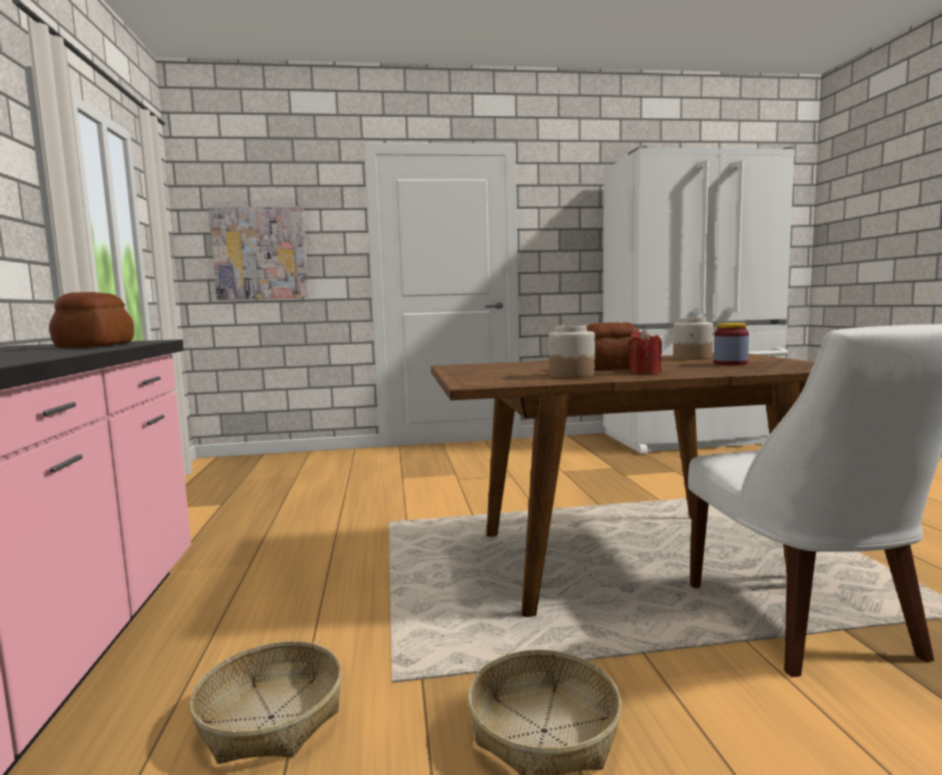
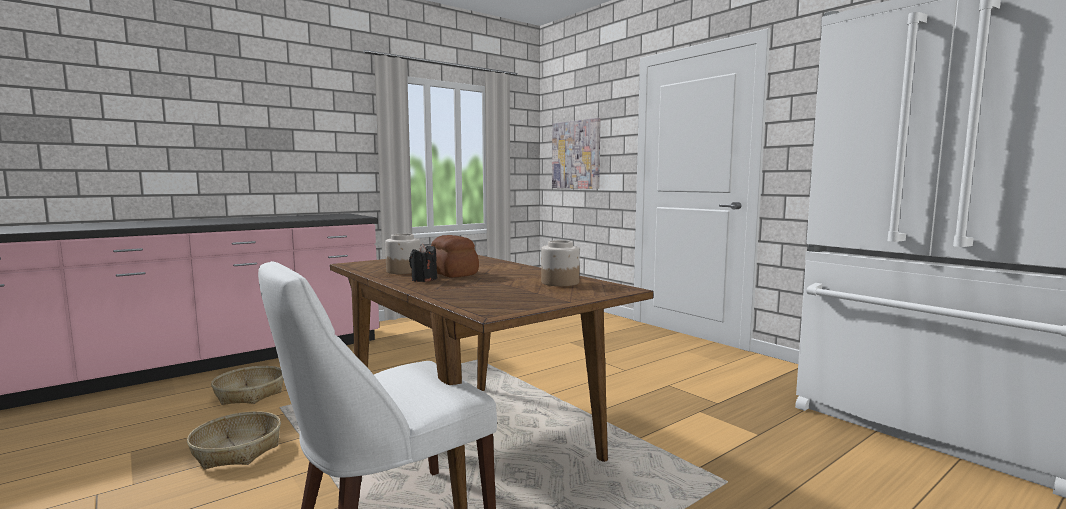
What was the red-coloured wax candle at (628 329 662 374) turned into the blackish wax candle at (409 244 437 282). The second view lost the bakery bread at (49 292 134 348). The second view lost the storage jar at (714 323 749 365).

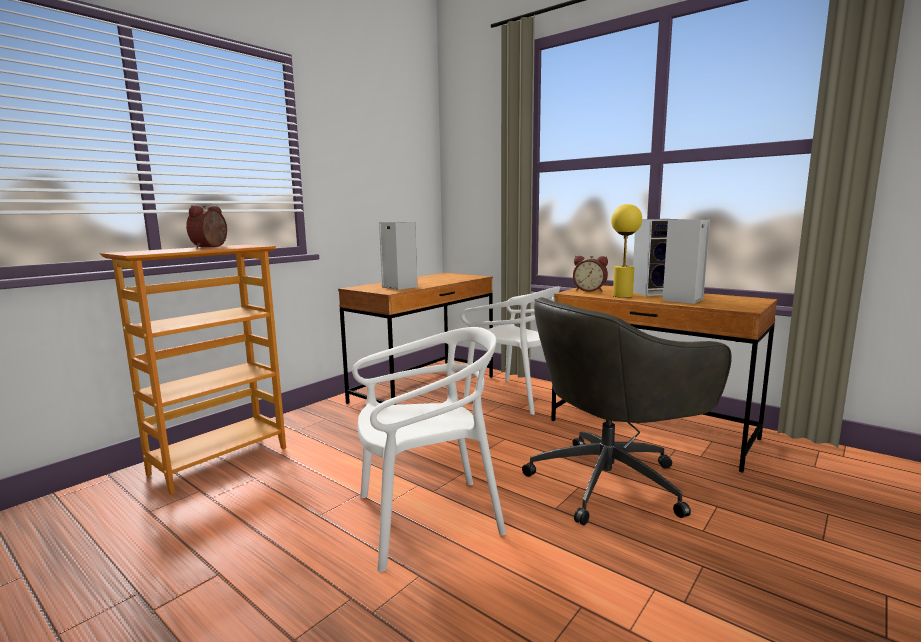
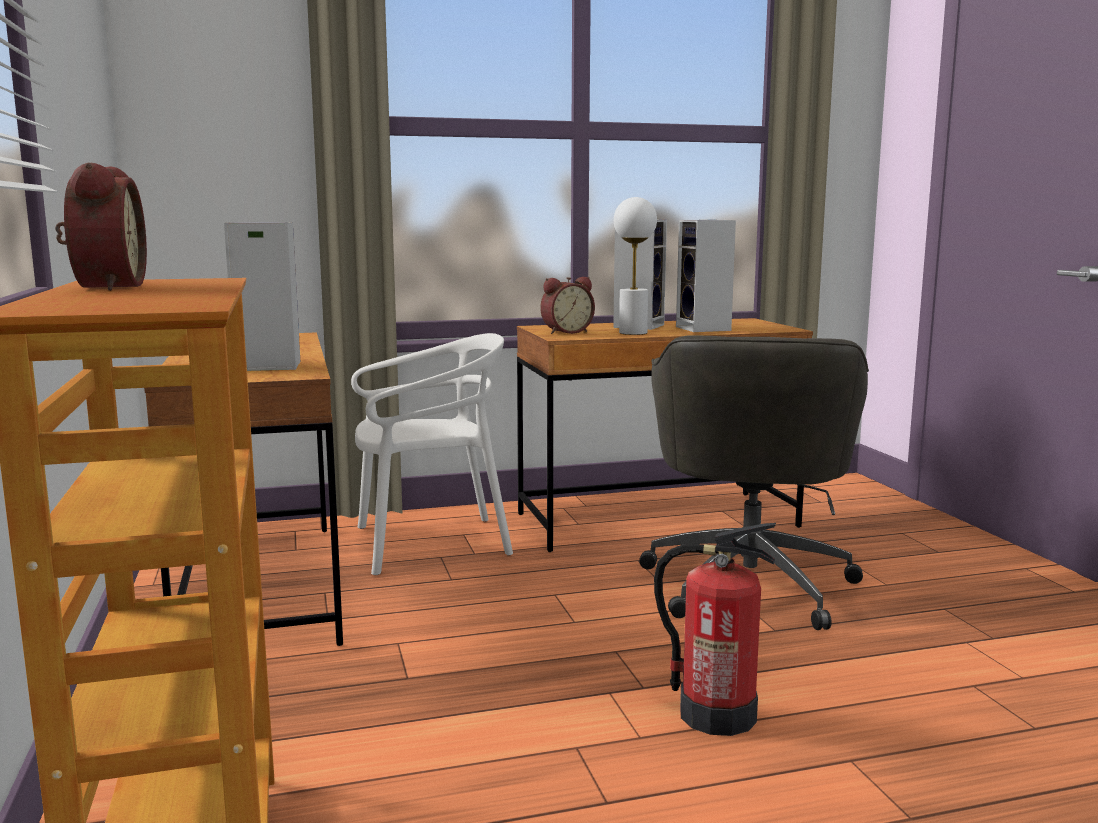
The bedside clock at (186 205 227 248) ended up facing another way, 150 degrees counterclockwise from before. What was the yellow lamp for a table at (611 204 642 298) turned into the whitish lamp for a table at (614 197 657 335). Where the whitish upright chair stood at (352 327 506 572), the extinguisher came to stand at (654 523 776 736).

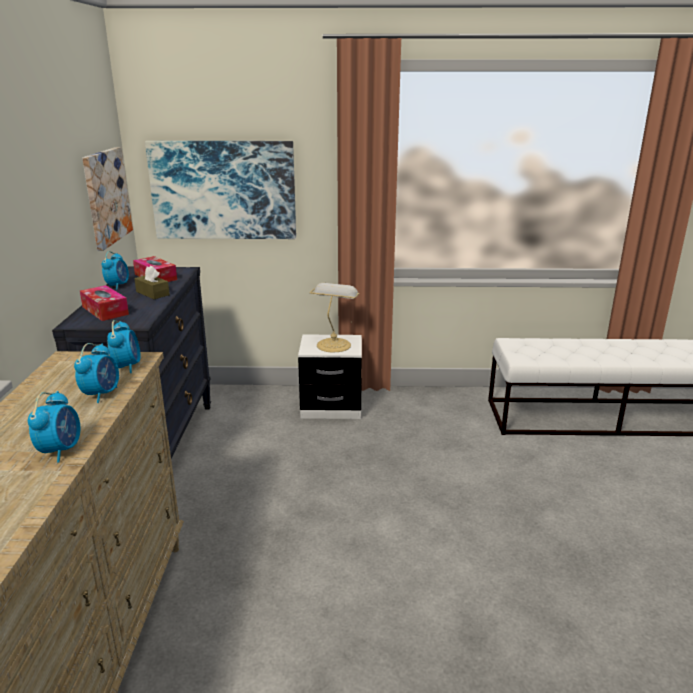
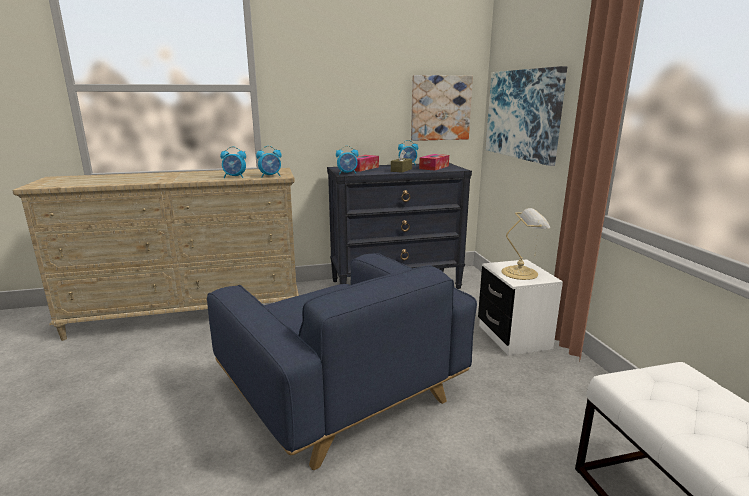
The second view gained the bluish easy chair at (207 253 477 470). The bedside clock ended up elsewhere, having gone from (28 391 80 462) to (336 146 359 175).

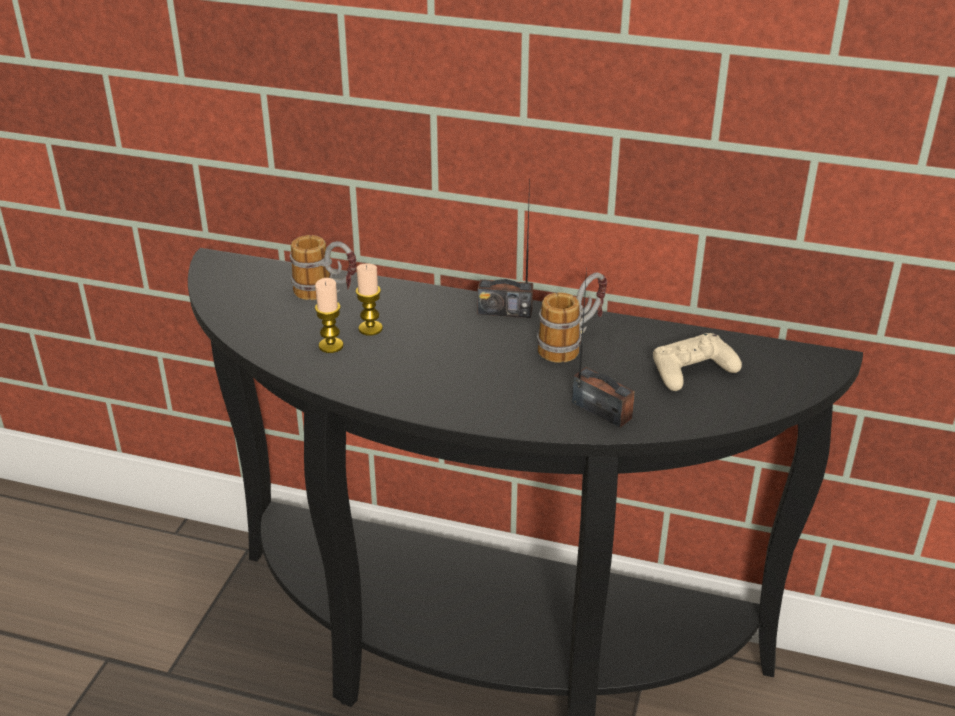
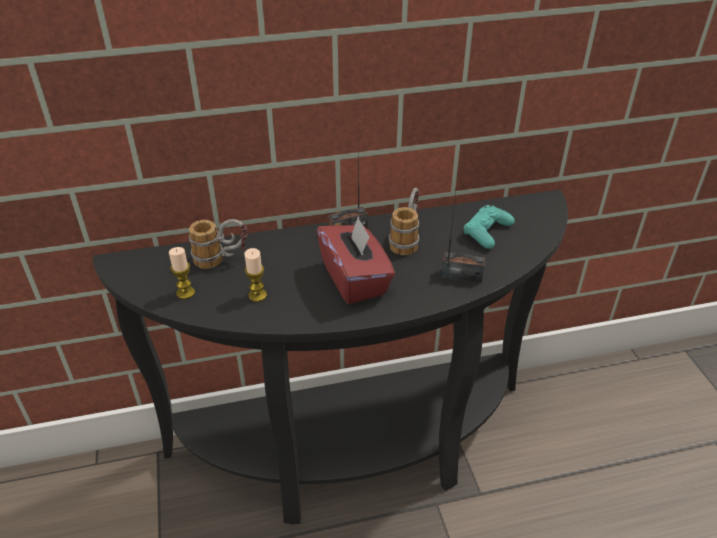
The wax candle ended up elsewhere, having gone from (355 263 383 336) to (169 247 195 299). The second view gained the red-coloured box of tissues at (317 216 395 304). What was the beige-coloured joypad at (653 333 742 391) turned into the blue-green joypad at (464 205 515 249).

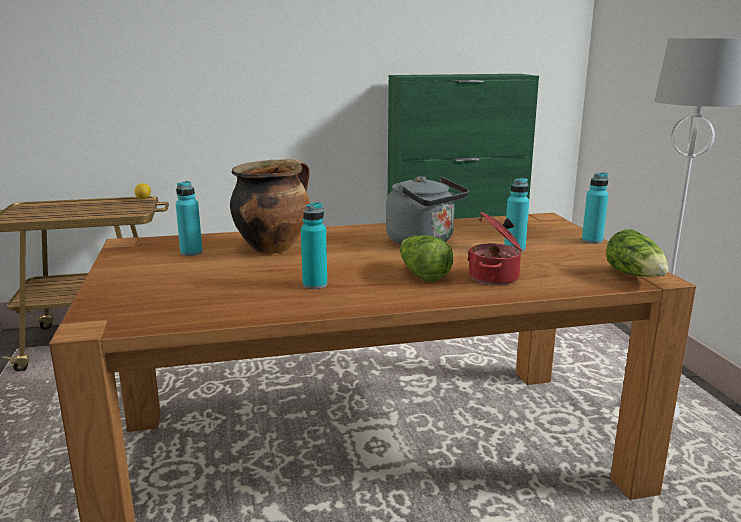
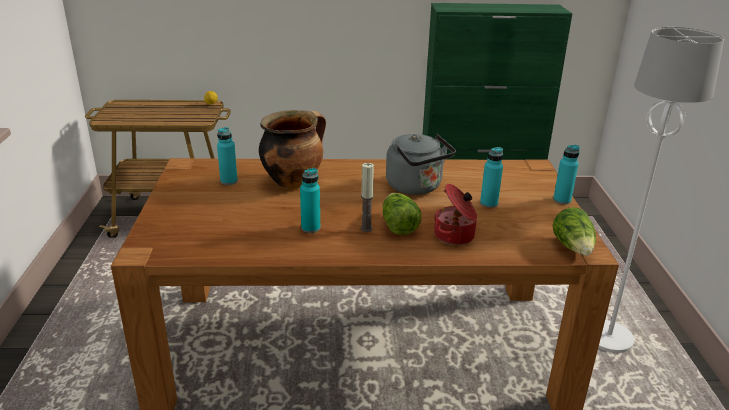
The second view gained the wax candle at (360 163 374 232).

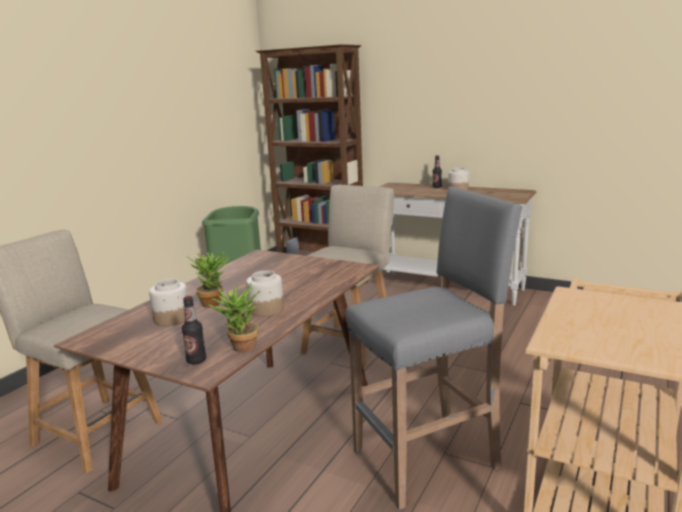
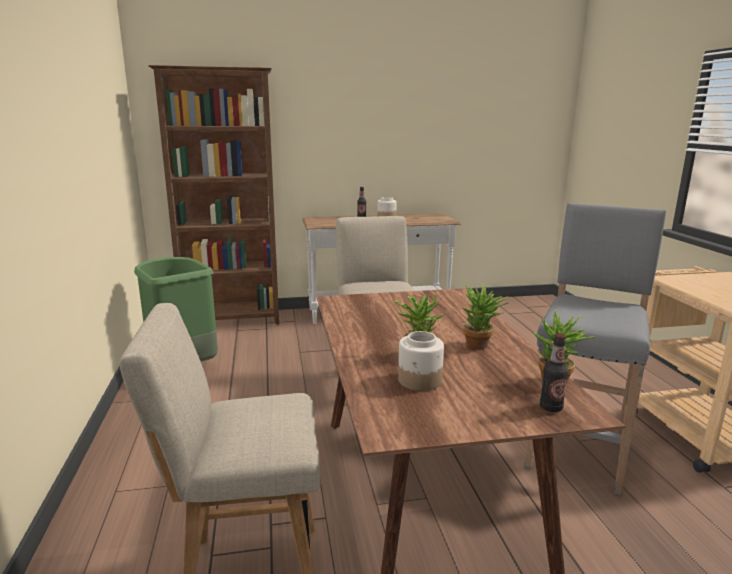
Where the storage jar stood at (246 270 284 317), the houseplant came to stand at (463 284 510 349).

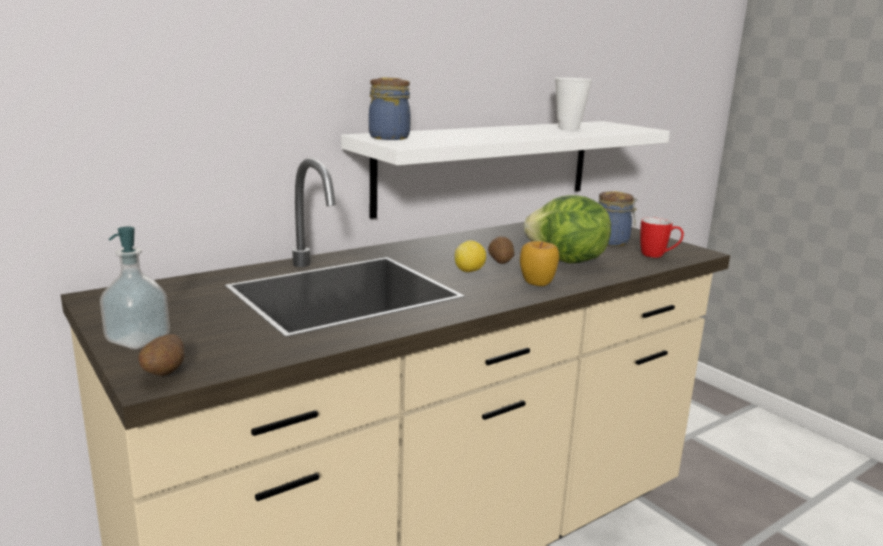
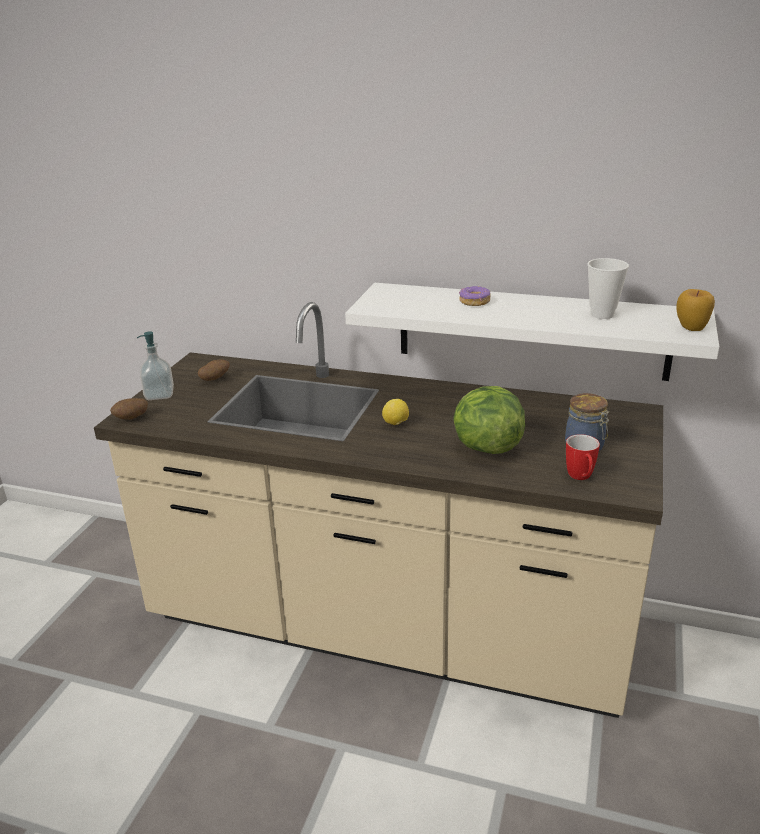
The spud ended up elsewhere, having gone from (488 236 514 264) to (198 360 230 381). The second view gained the donut at (459 286 490 306). The apple fruit ended up elsewhere, having gone from (520 241 559 286) to (676 289 715 331). The second view lost the storage jar at (369 78 411 140).

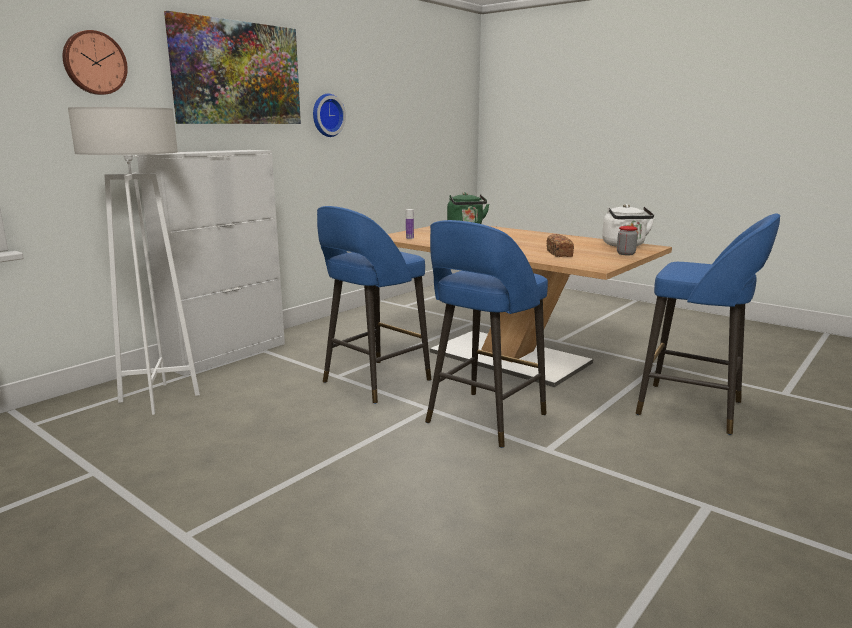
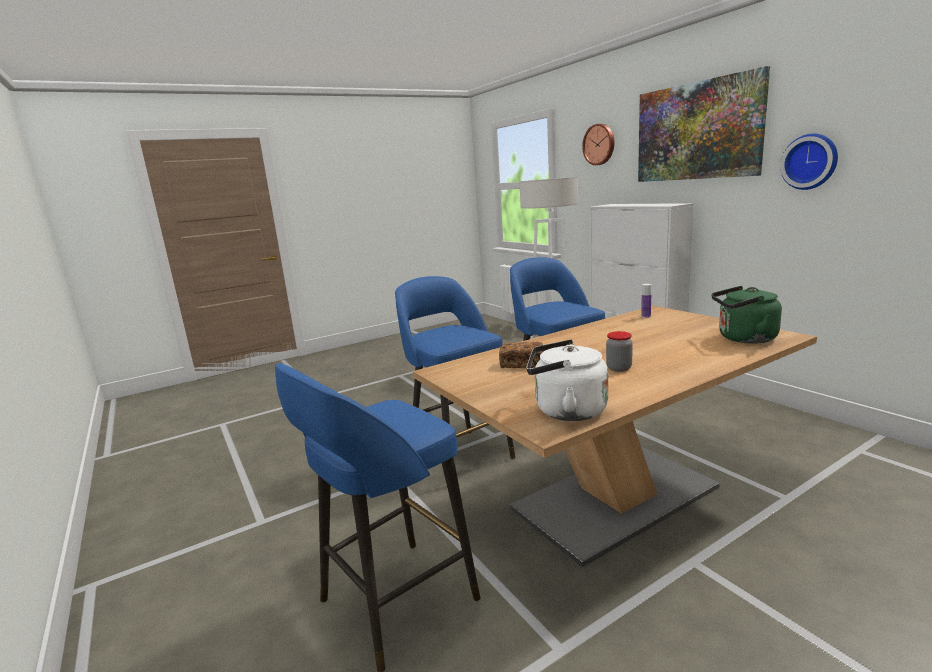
The storage jar ended up elsewhere, having gone from (617 226 638 255) to (606 331 633 372).

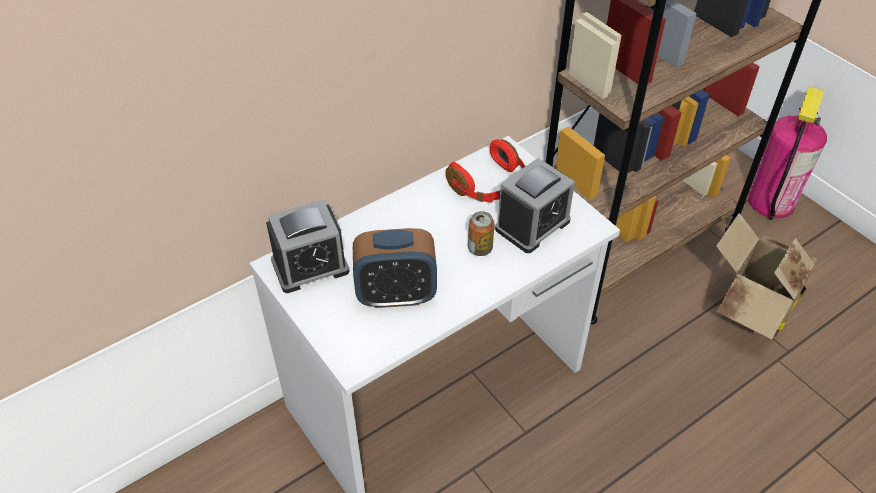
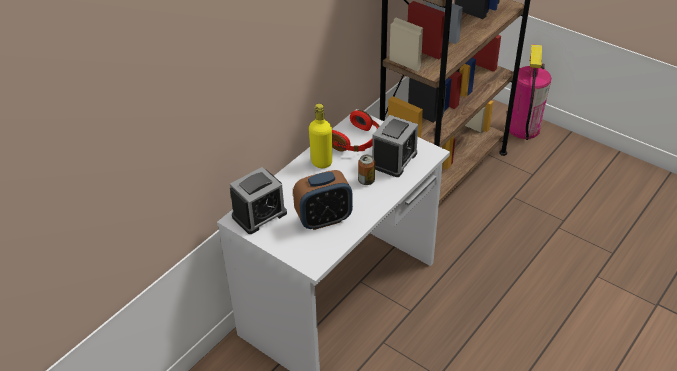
The second view gained the yellow bottle at (309 104 332 168). The second view lost the carton at (716 213 818 339).

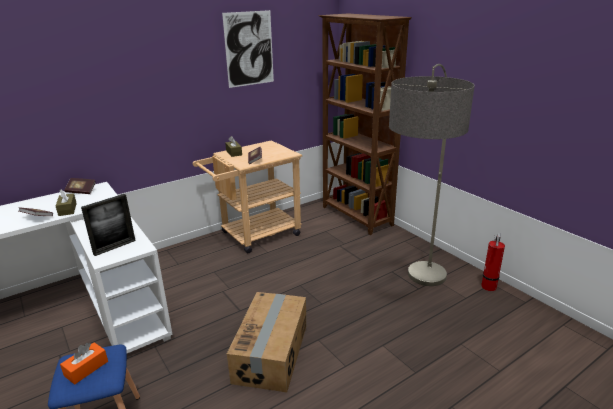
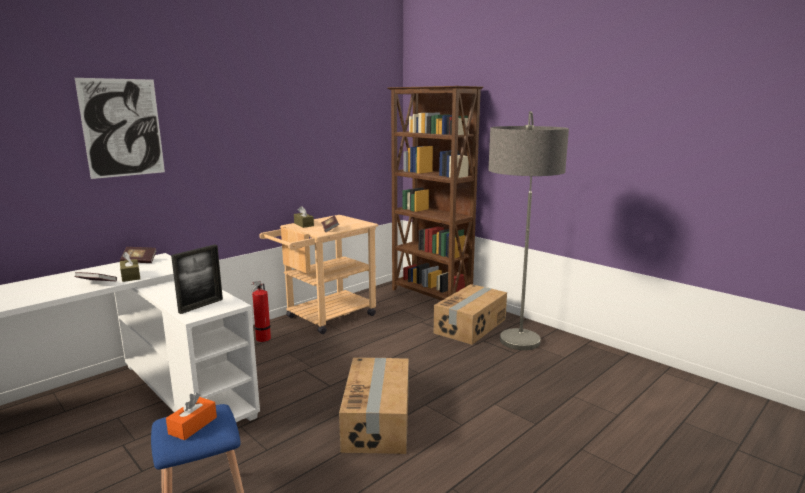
The picture ended up elsewhere, having gone from (222 10 274 88) to (75 78 165 179). The extinguisher ended up elsewhere, having gone from (481 233 505 291) to (251 281 271 342). The second view gained the carton at (434 284 507 345).

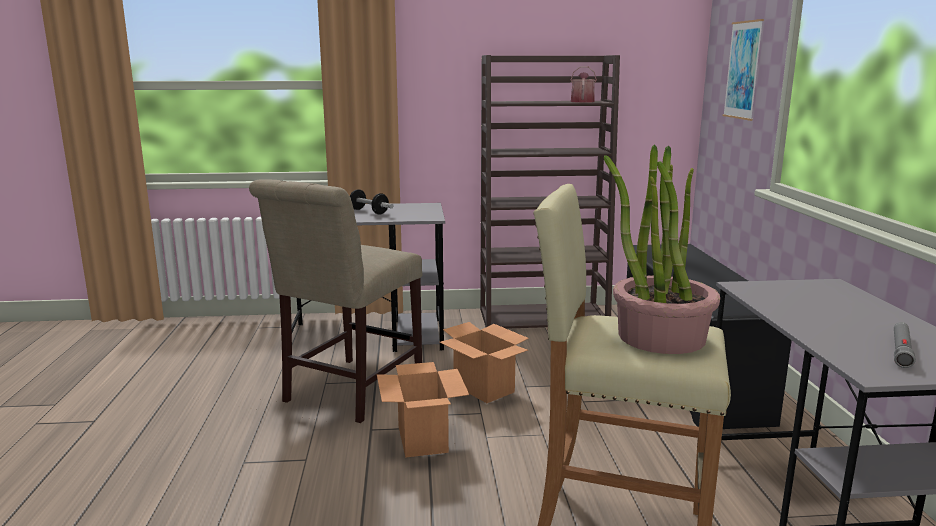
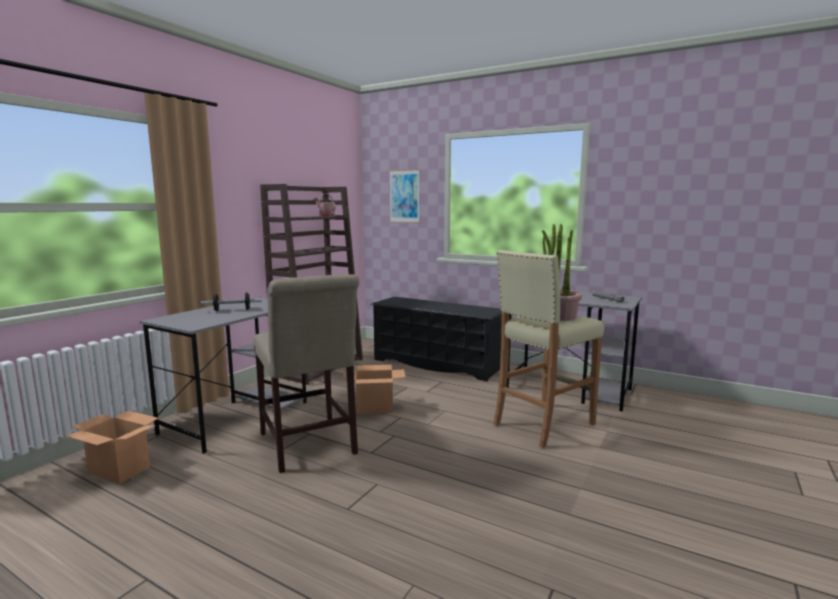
The carton ended up elsewhere, having gone from (377 362 469 458) to (65 411 159 484).

